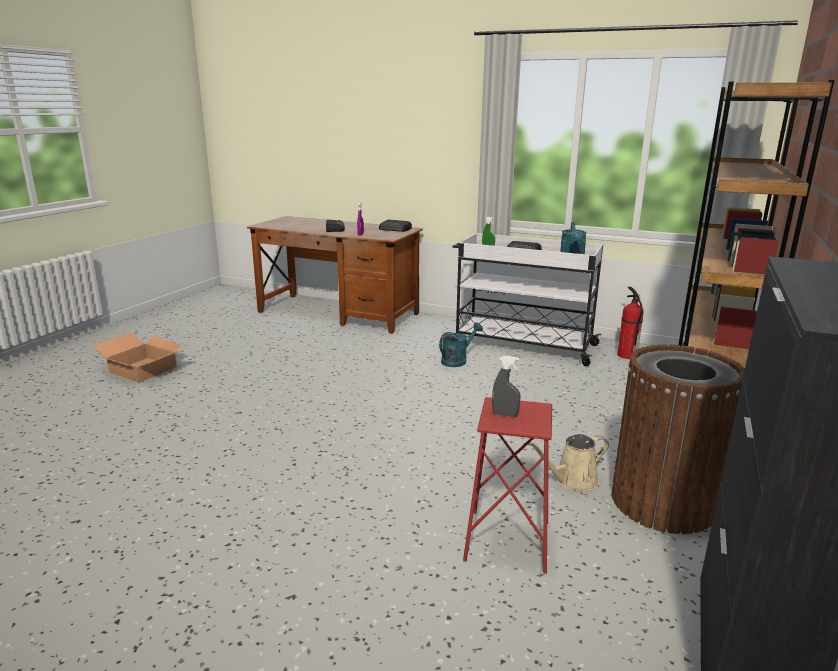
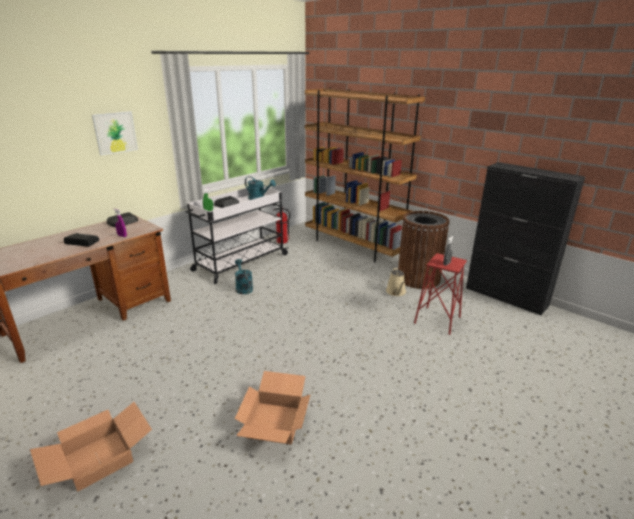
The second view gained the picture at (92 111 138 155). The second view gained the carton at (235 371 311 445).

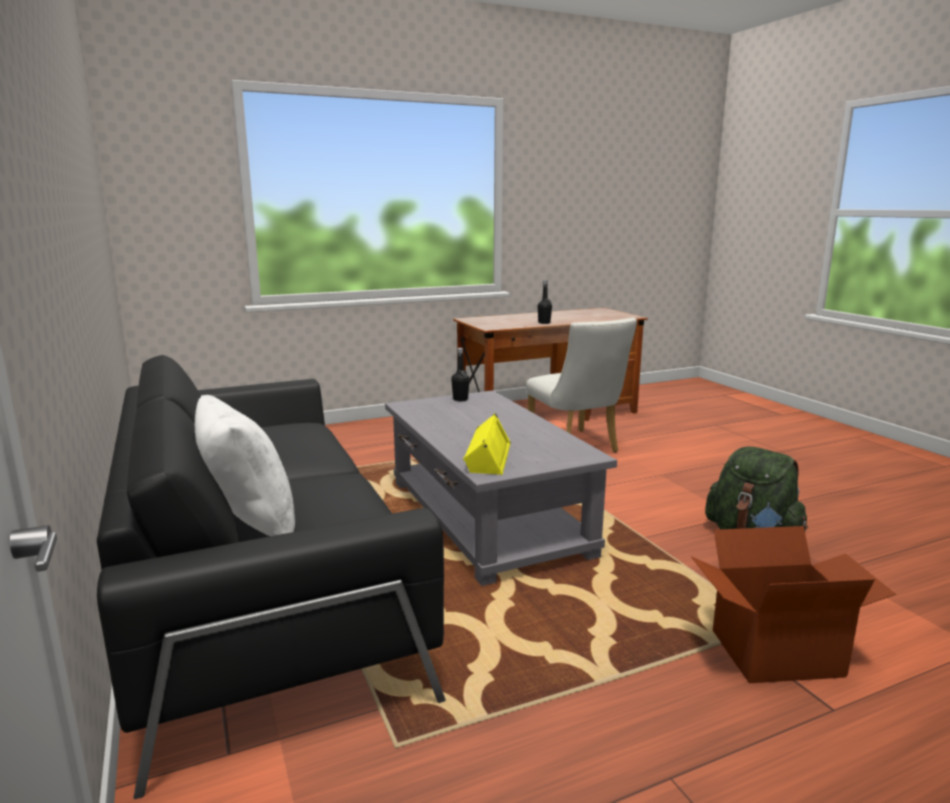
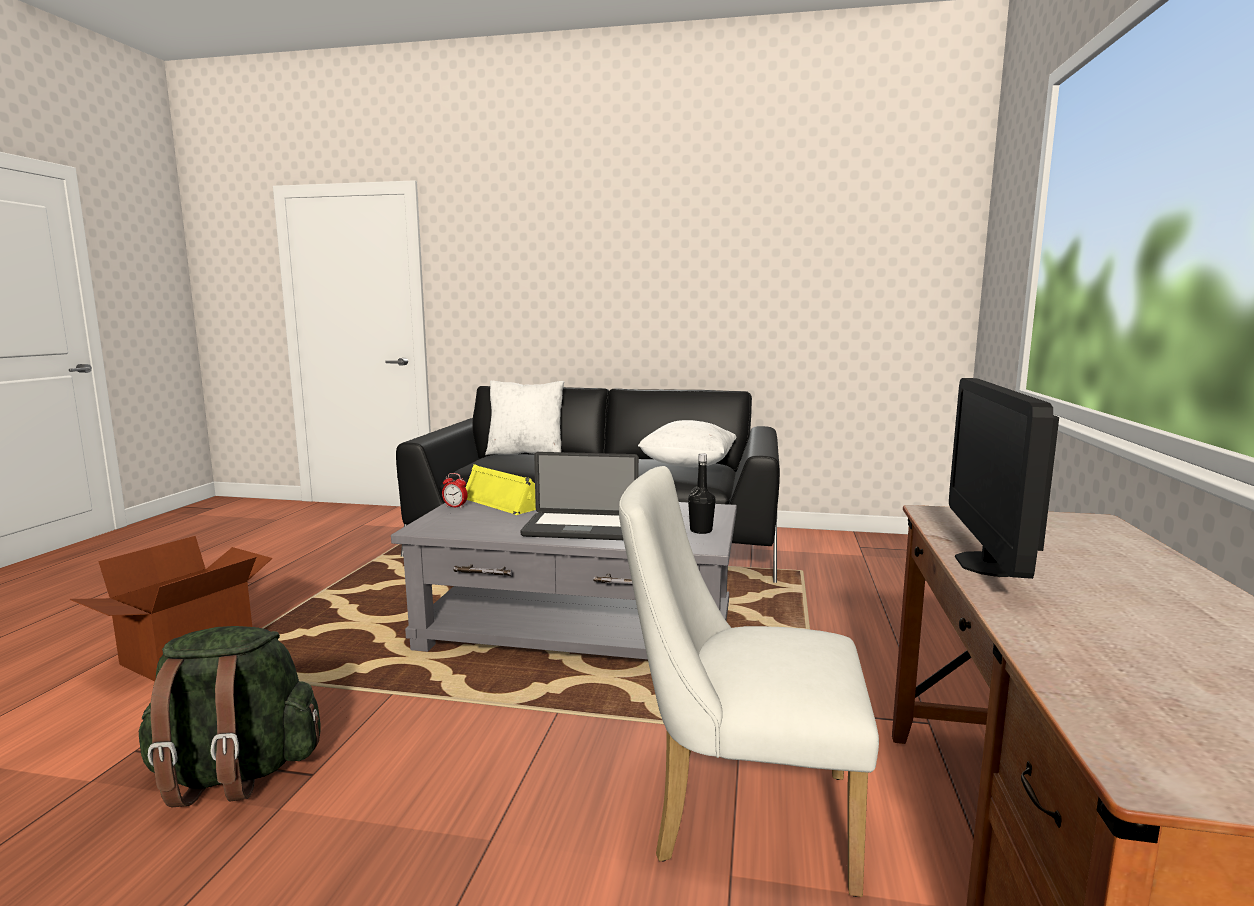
The second view gained the bedside clock at (442 473 468 508). The second view gained the notebook computer at (521 452 639 540). The second view gained the whitish pillow at (638 420 737 467). Where the blackish bottle stood at (537 281 552 324), the computer screen came to stand at (949 378 1059 579).

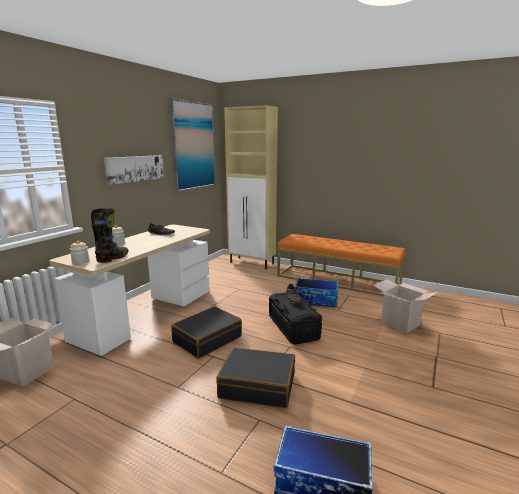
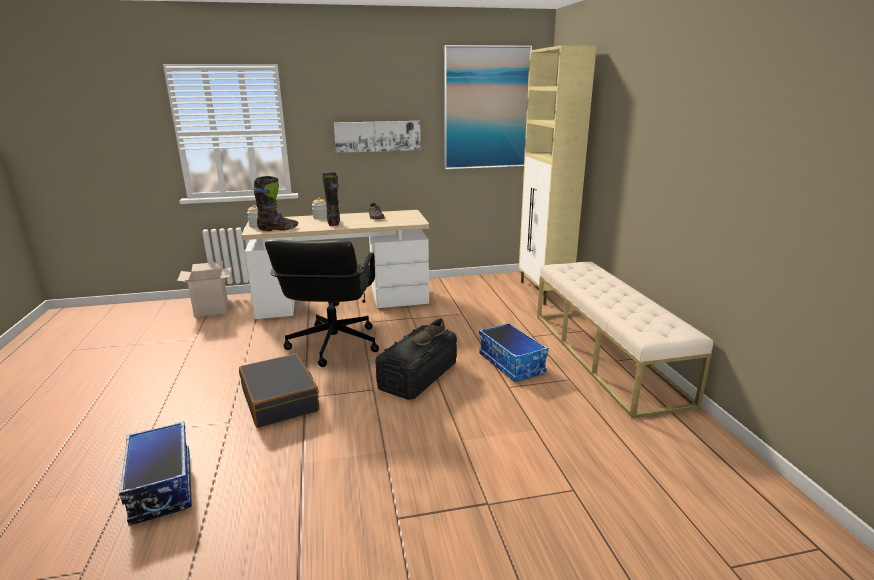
Where the blackish piece of luggage stood at (171 306 242 359), the blackish desk chair came to stand at (265 239 379 367). The second view gained the blackish boot at (322 172 340 226). What was the orange bench at (277 234 406 296) turned into the beige-coloured bench at (537 262 713 418). The second view lost the carton at (373 279 439 333).

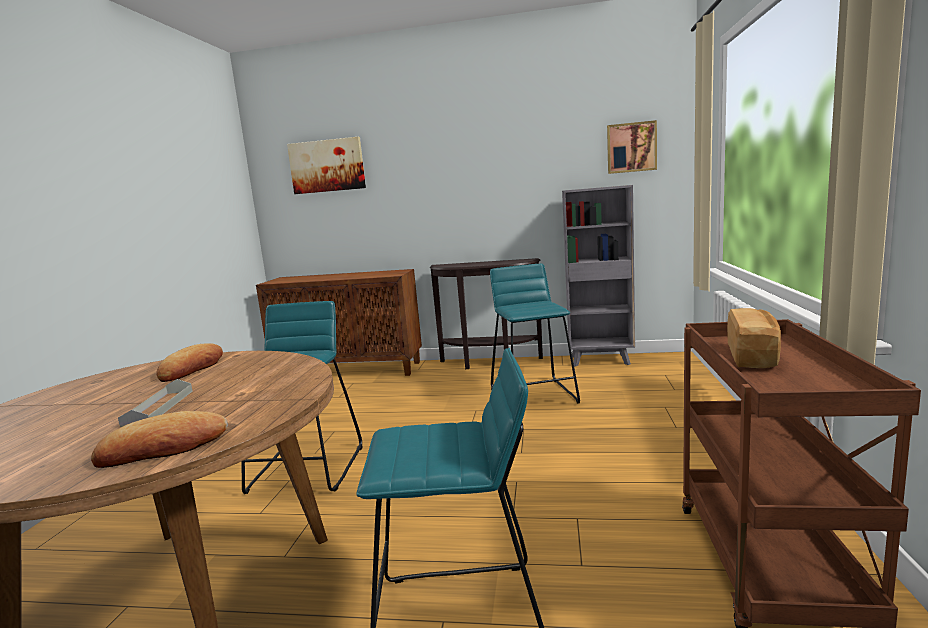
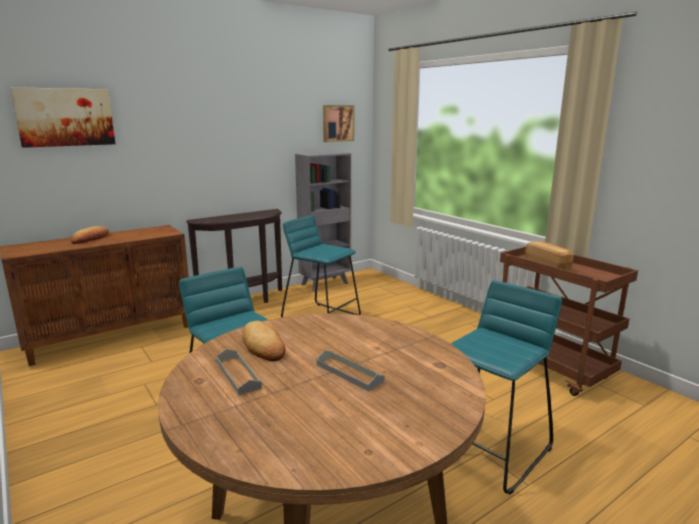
The bakery bread ended up elsewhere, having gone from (91 411 228 468) to (71 226 109 244). The second view gained the gray carrying tray at (216 349 262 395).

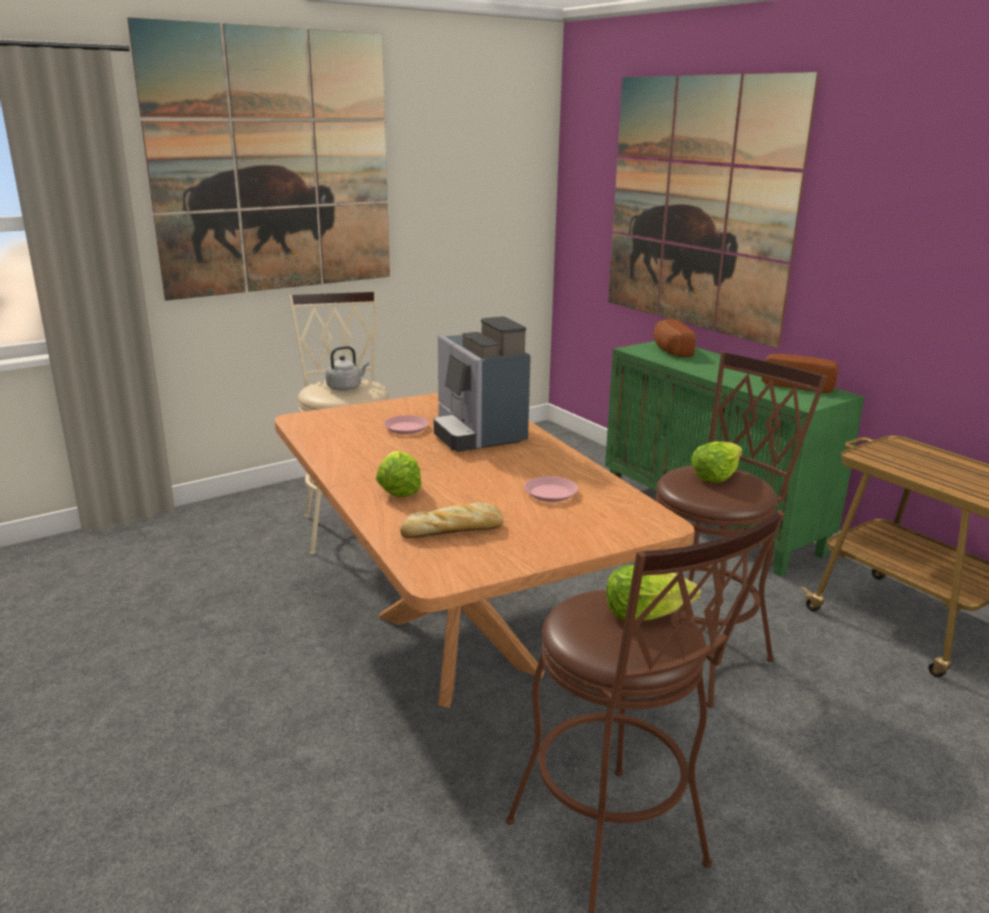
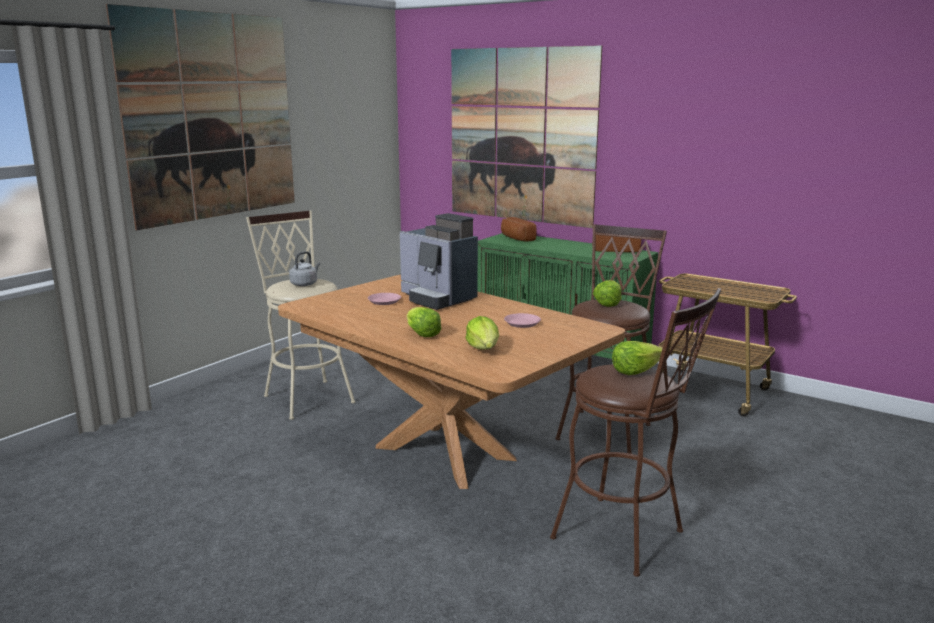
Where the bakery bread stood at (400 502 503 538), the lettuce head came to stand at (466 316 499 350).

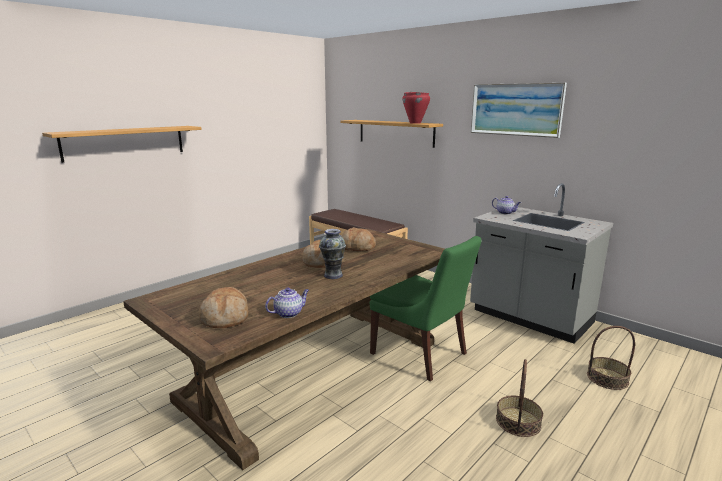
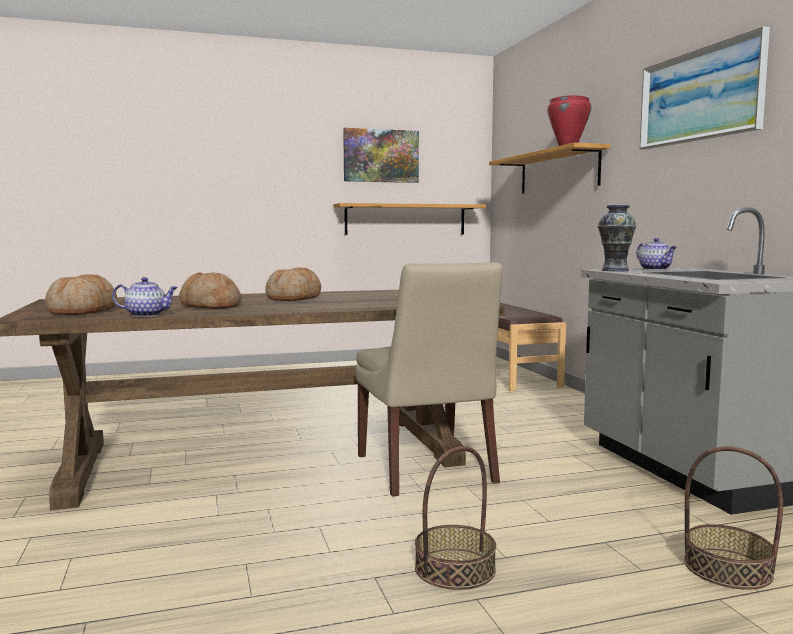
The bakery bread ended up elsewhere, having gone from (341 227 376 251) to (179 272 241 309). The bracket shelf ended up elsewhere, having gone from (42 126 202 163) to (333 203 486 235). The second view gained the picture at (343 128 419 183). What was the green-coloured upright chair at (370 236 482 382) turned into the beige-coloured upright chair at (355 262 503 497). The flower vase ended up elsewhere, having gone from (319 229 346 279) to (598 205 636 271).

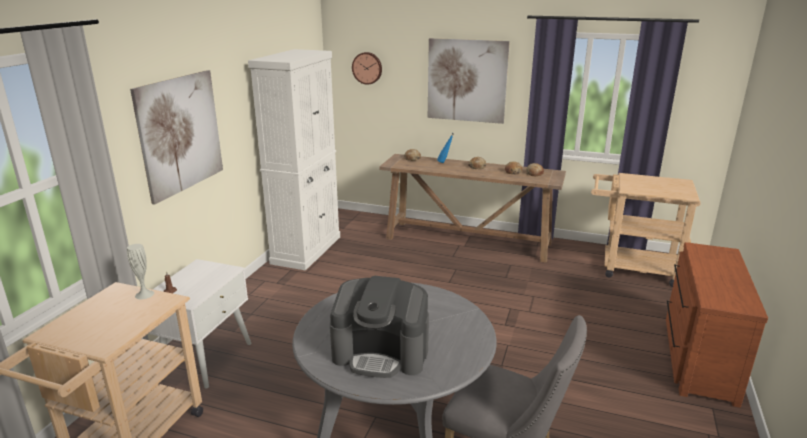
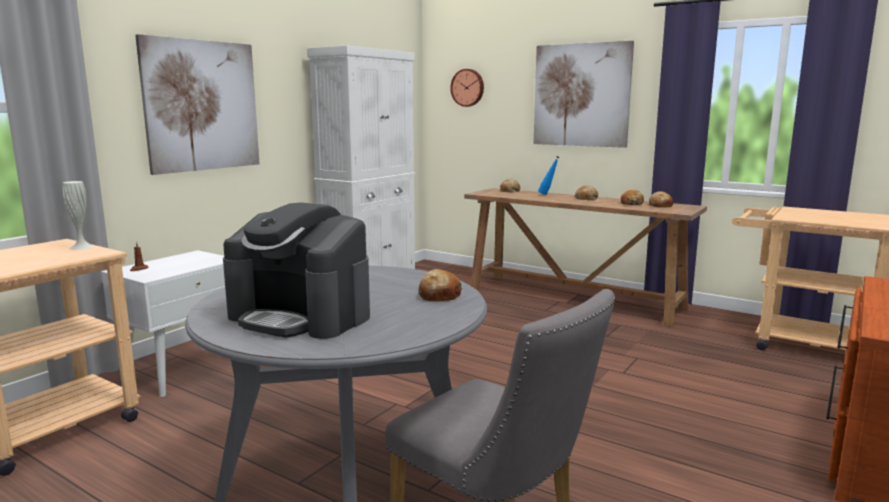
The second view gained the bakery bread at (418 269 462 301).

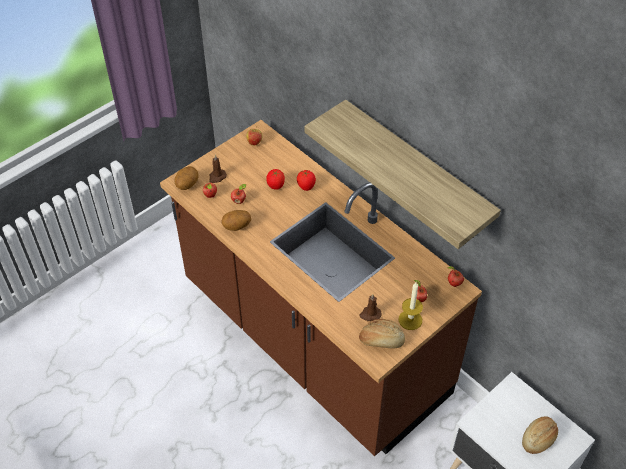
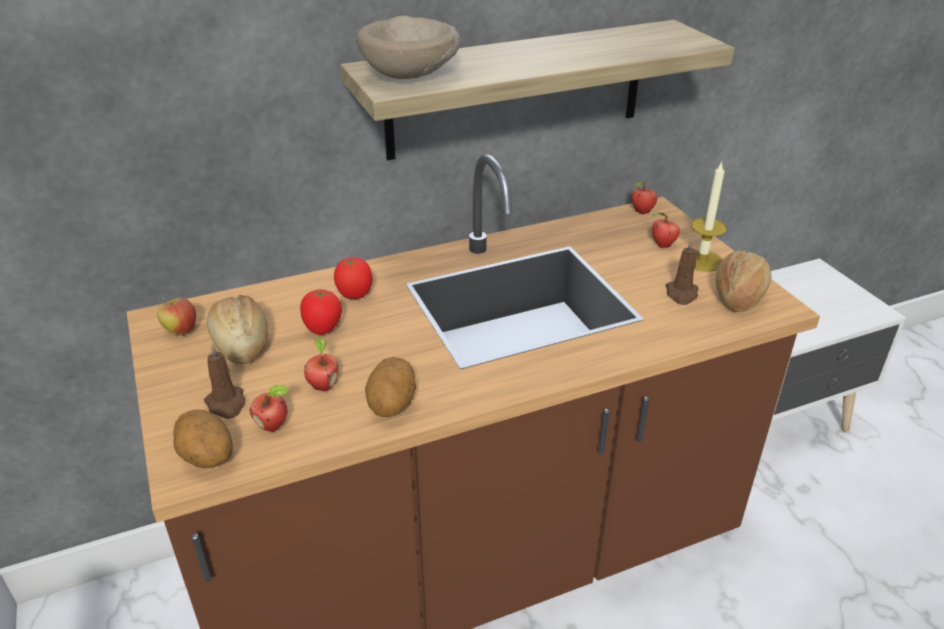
The bakery bread ended up elsewhere, having gone from (522 416 558 454) to (207 295 268 364). The second view gained the beige-coloured bowl at (357 16 461 79).

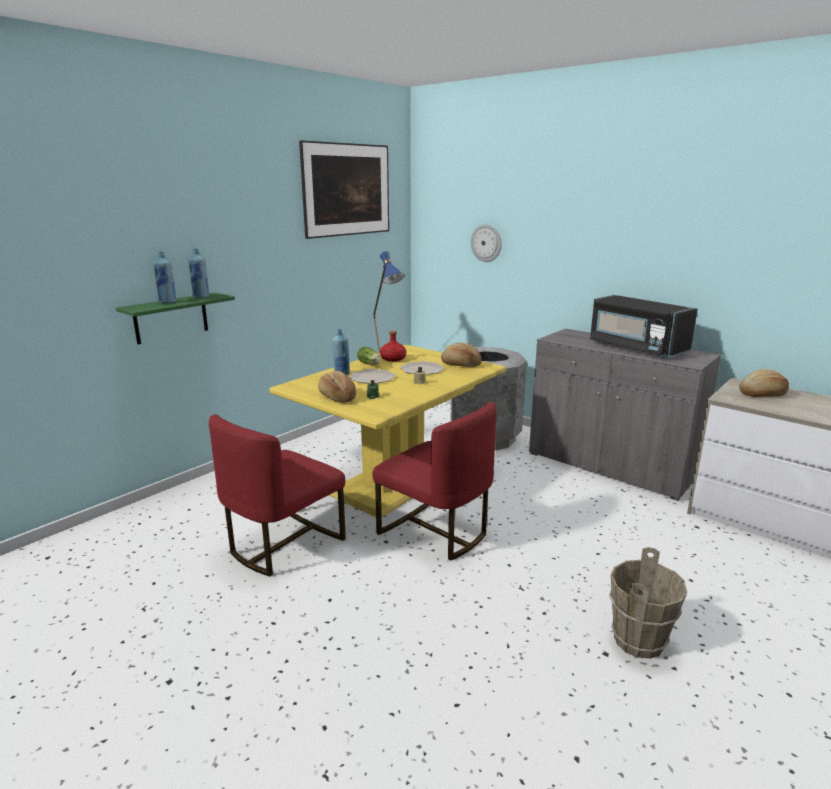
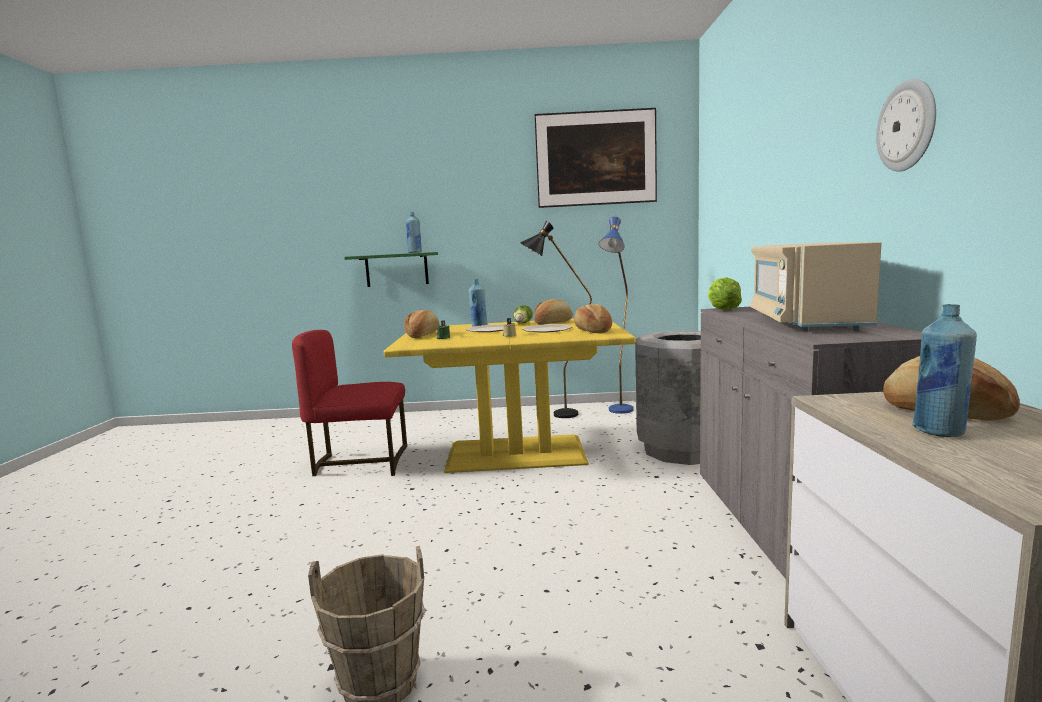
The second view gained the blackish standing lamp at (520 220 592 418). Where the red-coloured bottle stood at (380 331 406 362), the bakery bread came to stand at (534 299 573 325). The second view gained the lettuce head at (708 278 742 310). What was the blackish microwave oven at (590 295 697 358) turned into the beige-coloured microwave oven at (750 242 882 331). The wall clock ended up elsewhere, having gone from (471 224 502 262) to (876 79 936 172). The bluish bottle ended up elsewhere, having gone from (154 252 176 303) to (912 304 977 437). The second view lost the red-coloured upright chair at (373 402 497 561).

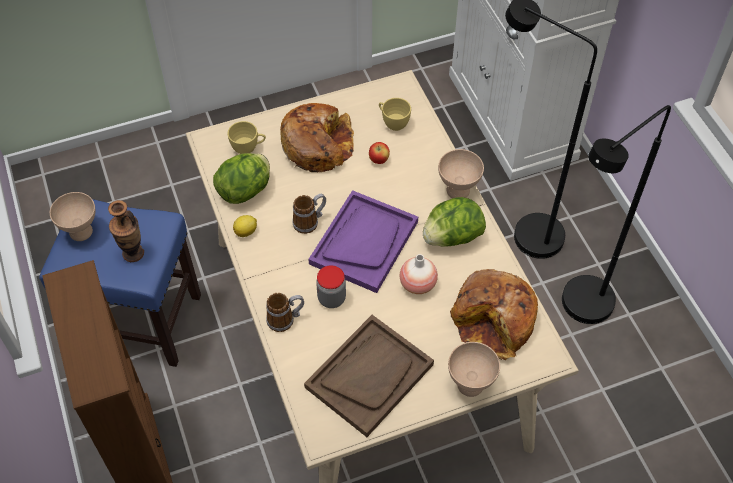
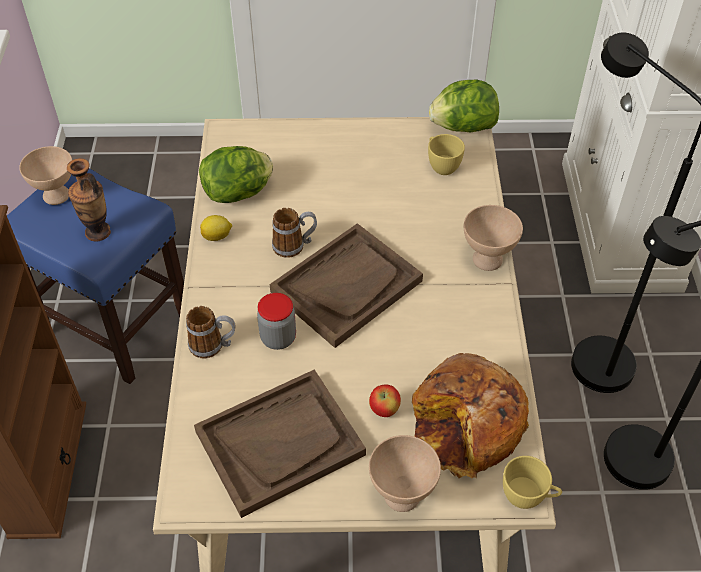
What was the purple carrying tray at (308 190 418 293) turned into the brownish carrying tray at (270 223 423 348). The apple fruit ended up elsewhere, having gone from (369 142 390 164) to (369 384 401 417). The lettuce head ended up elsewhere, having gone from (423 197 486 247) to (429 80 499 132). The yellow cup ended up elsewhere, having gone from (228 121 266 154) to (503 456 562 509). The second view lost the bakery bread at (280 103 354 172). The second view lost the flower vase at (400 254 438 294).

